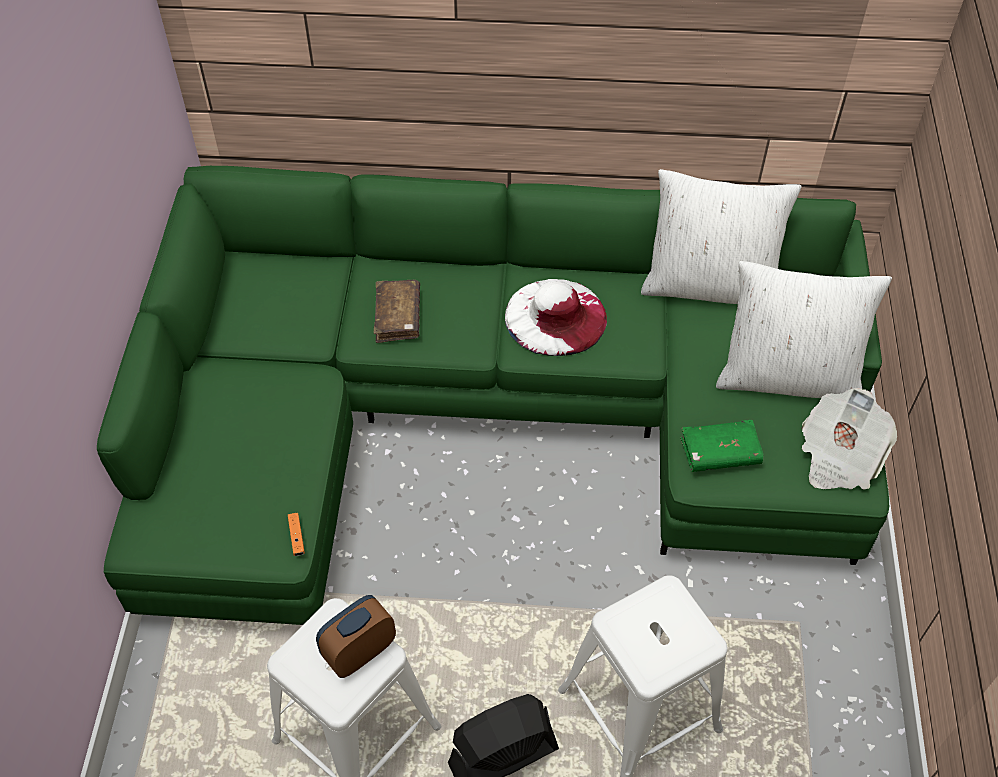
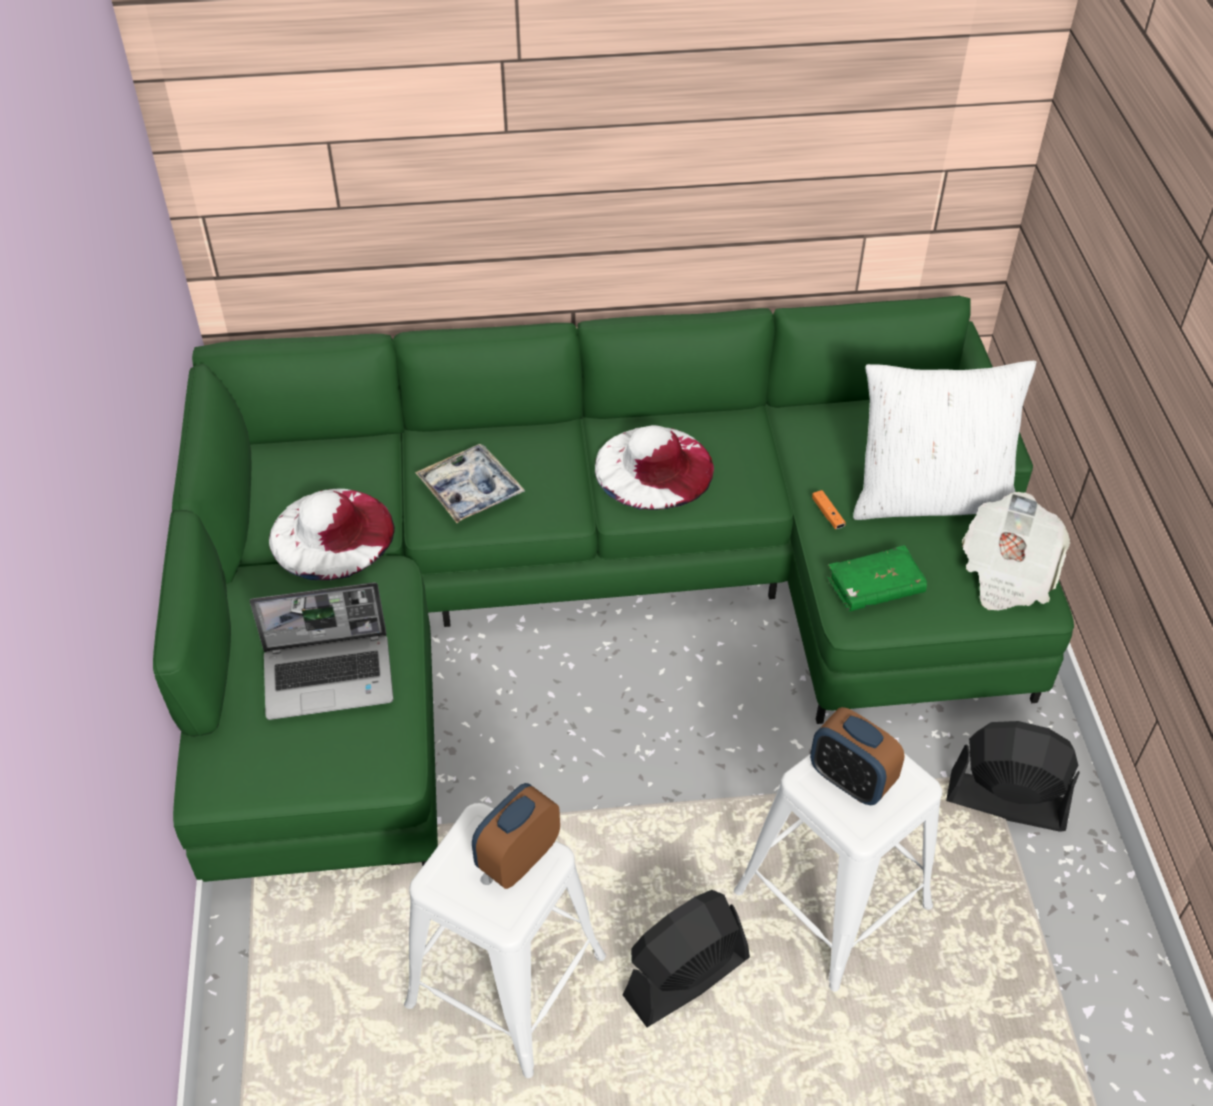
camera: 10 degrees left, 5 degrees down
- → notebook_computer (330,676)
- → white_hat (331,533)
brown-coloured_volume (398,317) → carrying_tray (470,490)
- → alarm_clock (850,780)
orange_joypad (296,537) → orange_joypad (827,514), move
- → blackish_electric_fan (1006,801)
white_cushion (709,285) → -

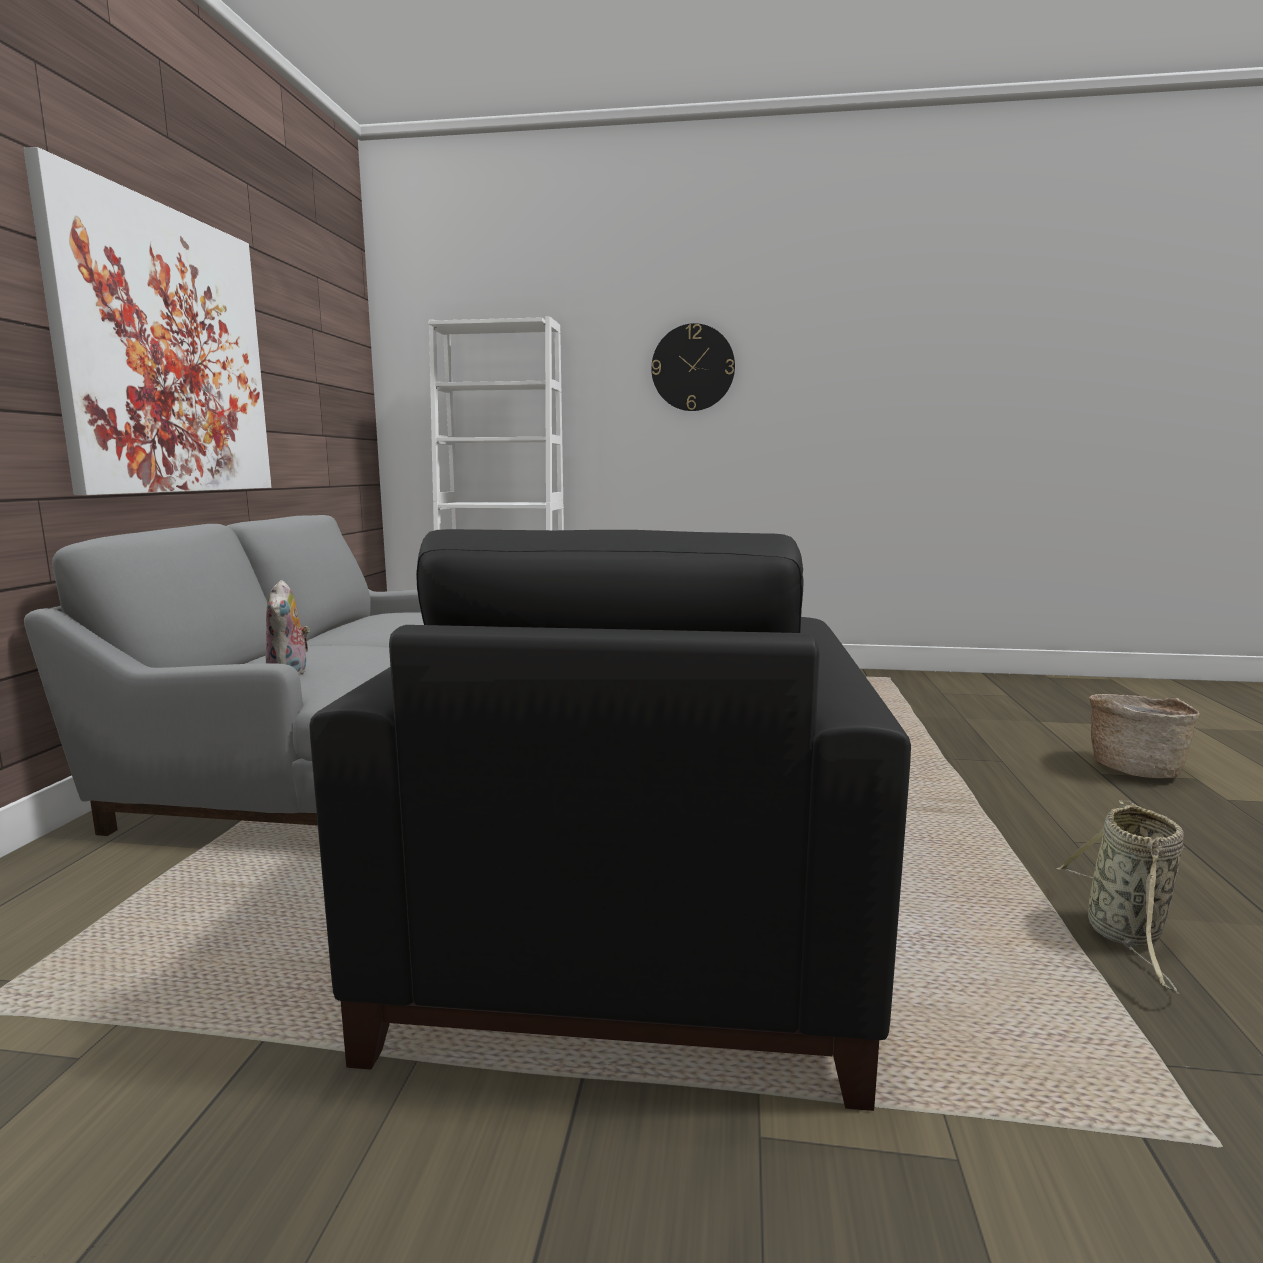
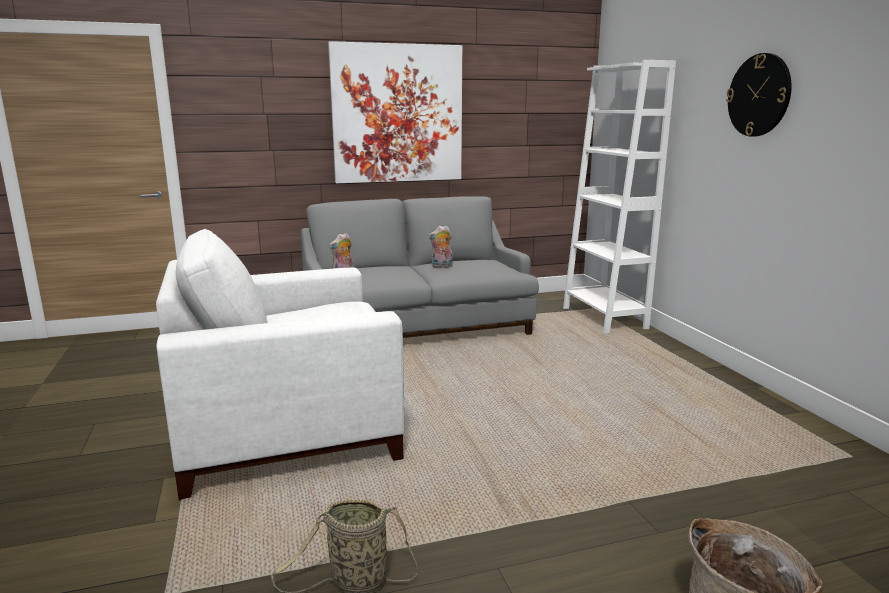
camera: 65 degrees right, 5 degrees up
blackish_armchair (627,928) → white_armchair (290,427)
- → plush_toy (441,266)

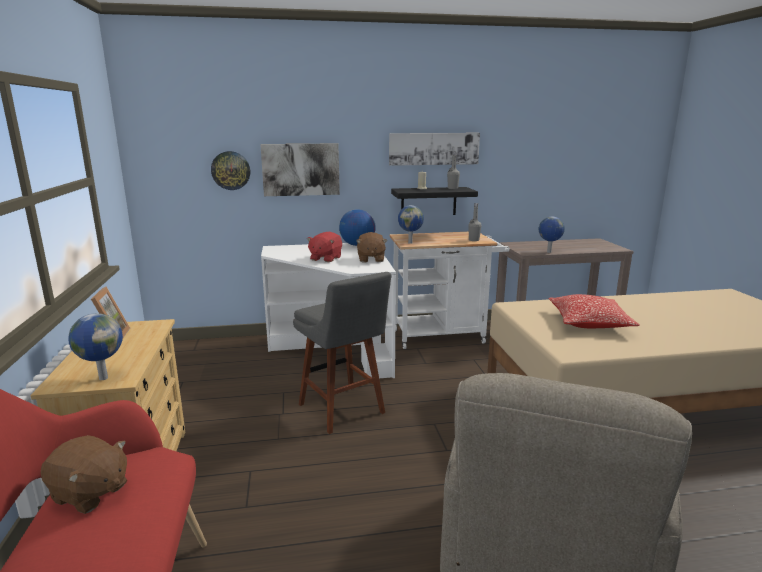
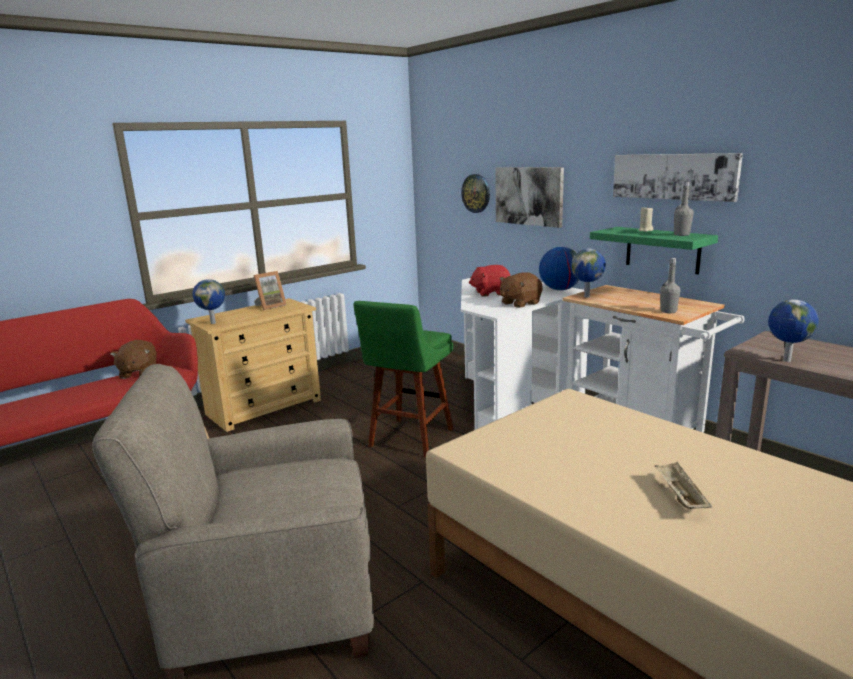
camera: 60 degrees right, 0 degrees up
greyish_stool (343,411) → green-coloured_stool (409,439)
blackish_shelf (428,201) → green-coloured_shelf (662,250)
- → beige-coloured_carrying_tray (679,496)
cushion (589,323) → -

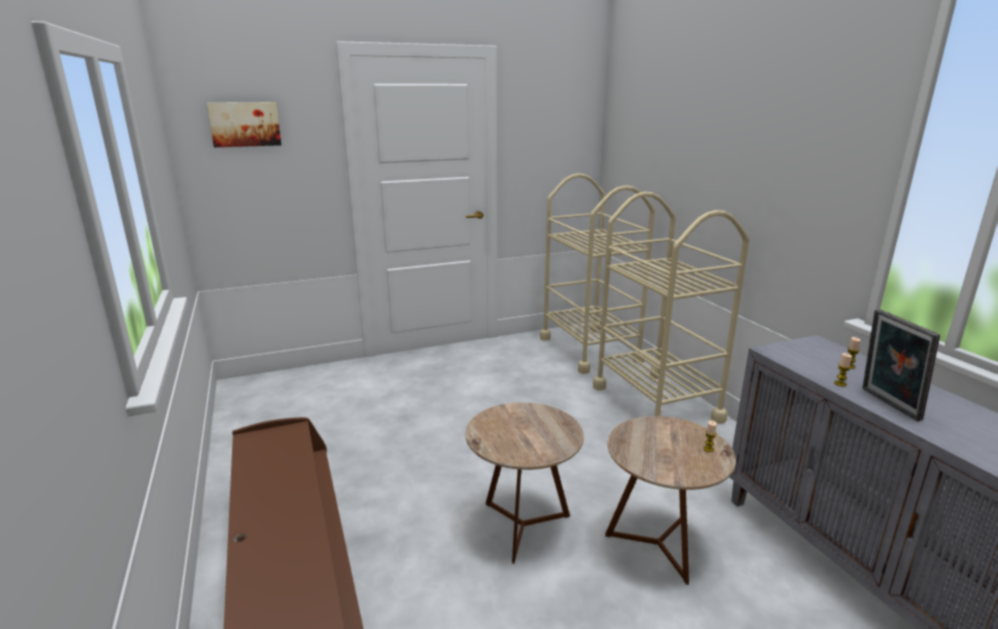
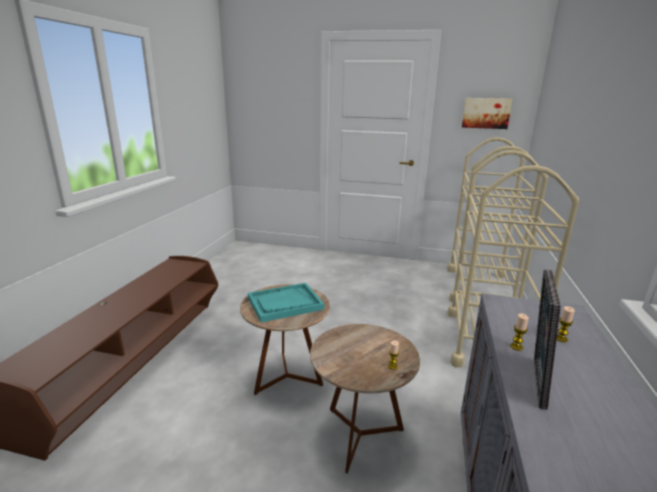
camera: 35 degrees right, 0 degrees up
- → turquoise_carrying_tray (285,304)
picture (245,124) → picture (486,113), move

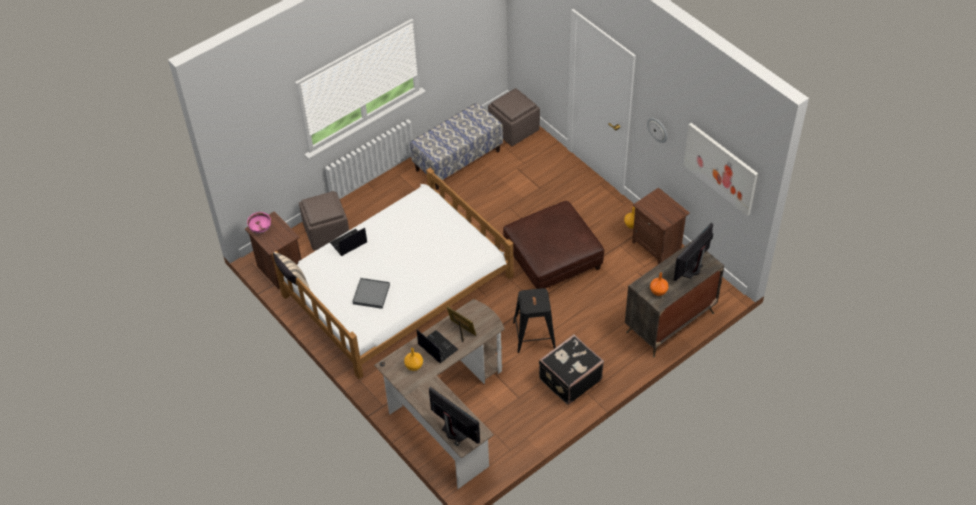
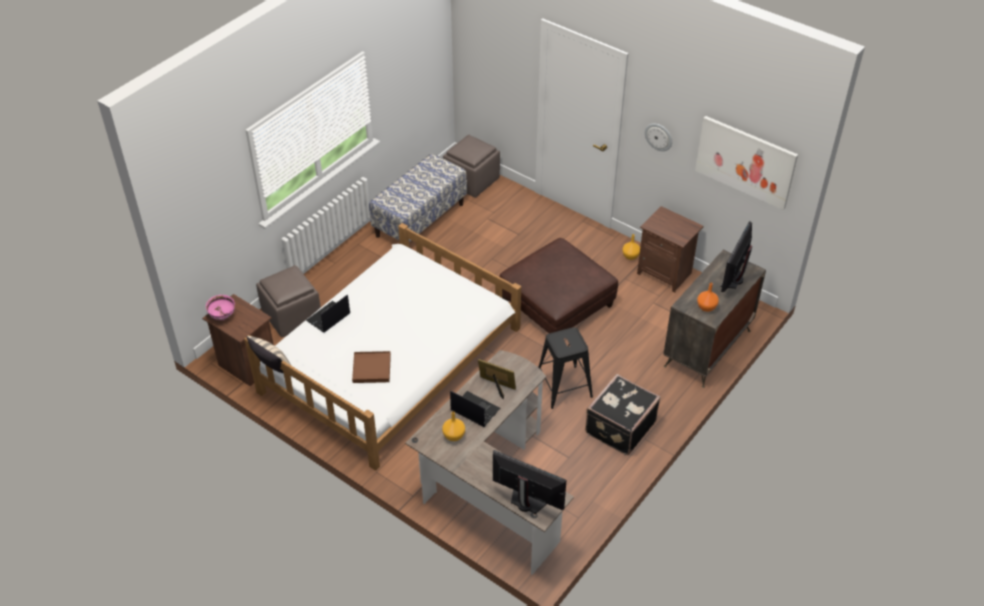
camera: 15 degrees left, 5 degrees down
greyish_carrying_tray (371,294) → brown-coloured_carrying_tray (372,368)

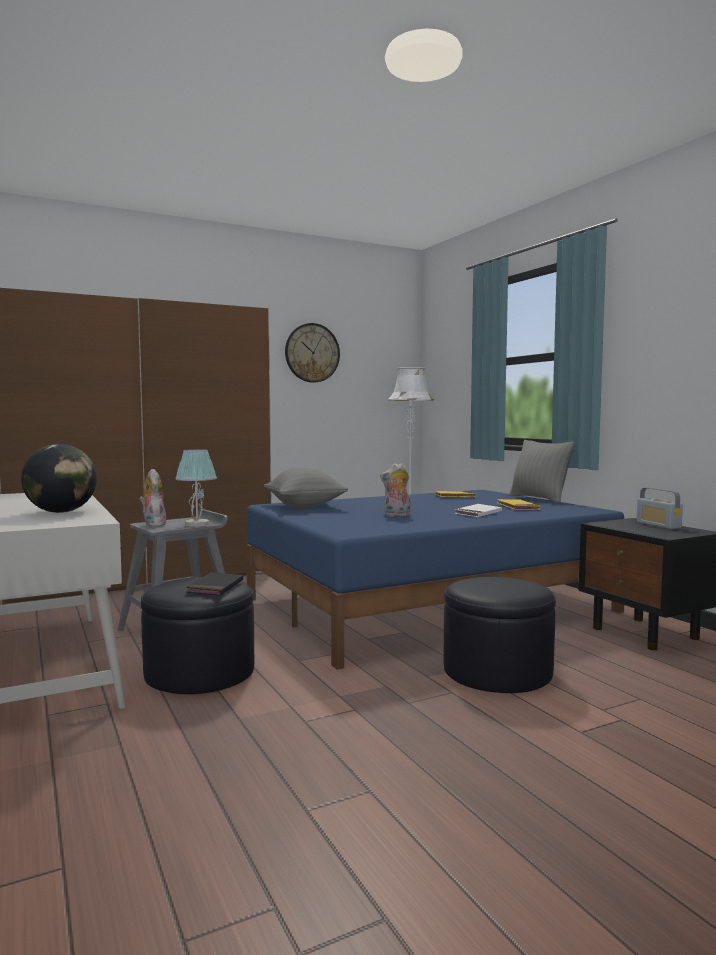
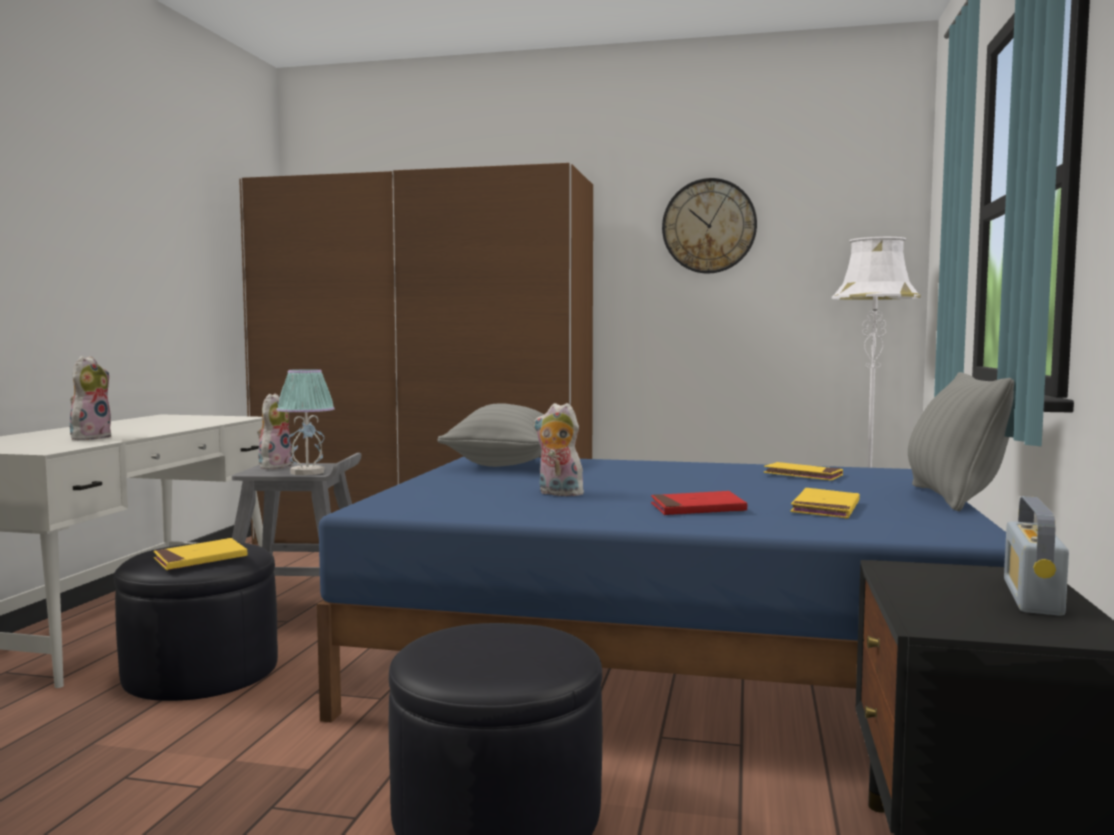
camera: 40 degrees right, 0 degrees up
world_globe (61,512) → plush_toy (90,438)
blackish_volume (215,587) → yellowish_volume (200,559)
white_volume (478,513) → red-coloured_volume (697,508)

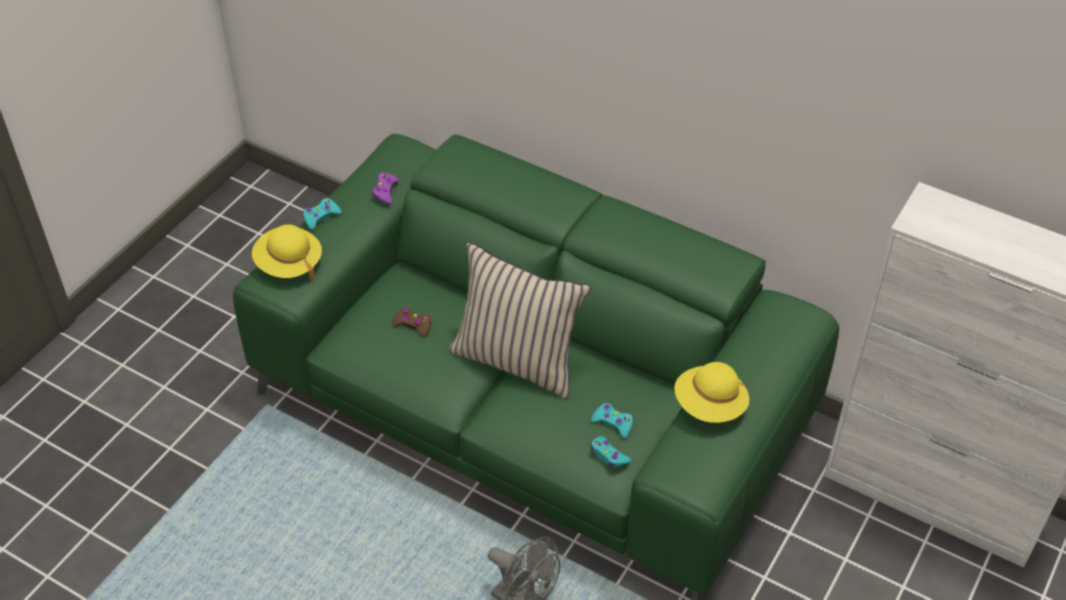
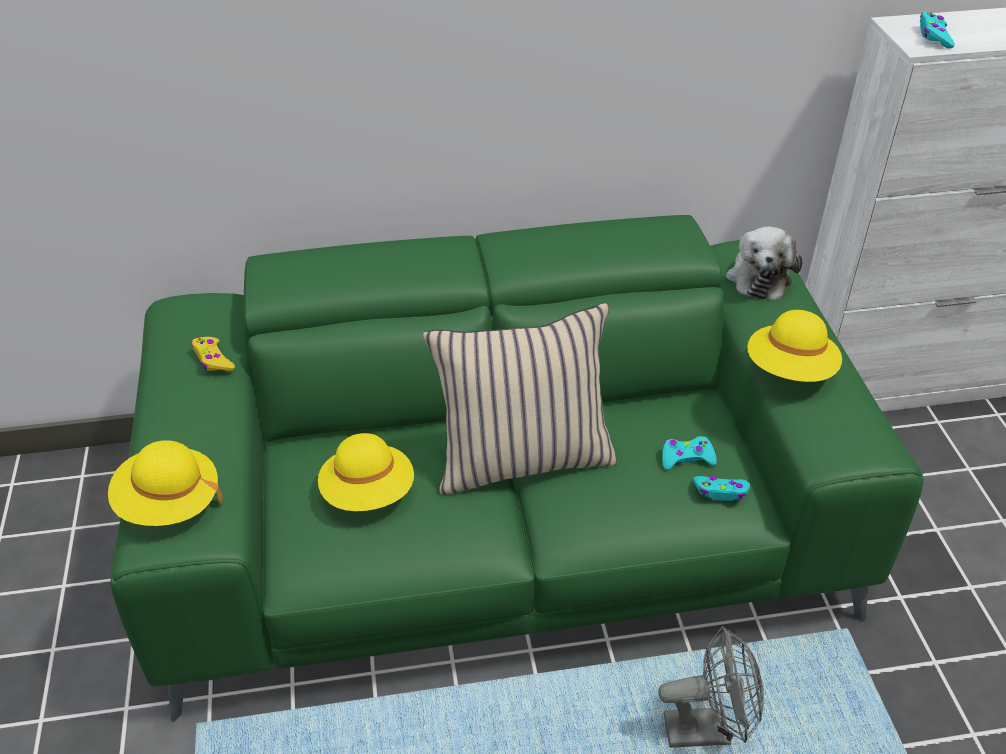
camera: 40 degrees left, 5 degrees down
purplish_joypad (385,191) → yellowish_joypad (213,360)
brown-coloured_joypad (413,325) → yellowish_hat (368,493)
- → plush_toy (759,276)
turquoise_joypad (321,217) → turquoise_joypad (934,36), move

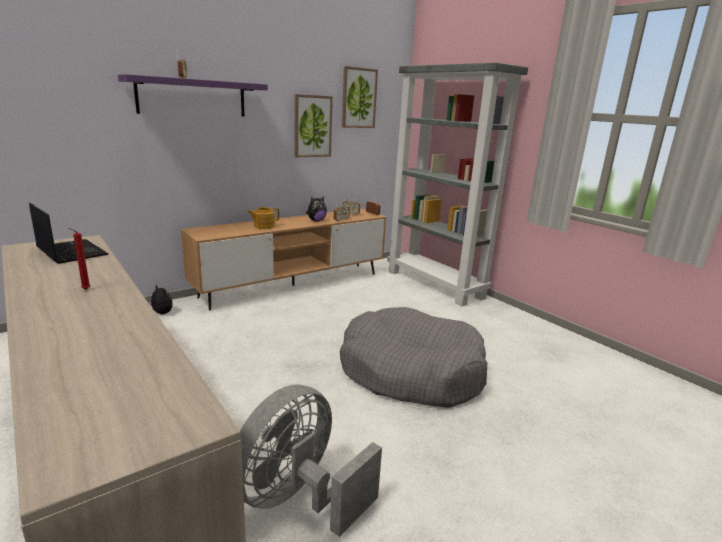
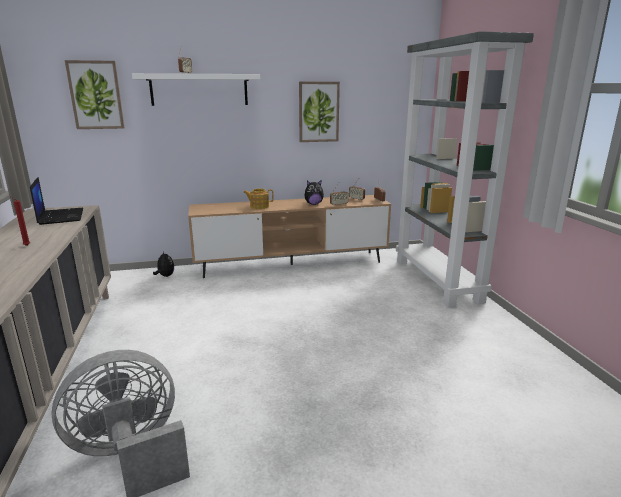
camera: 25 degrees right, 0 degrees up
picture (358,98) → picture (96,95), move
purplish_shelf (192,97) → white_shelf (199,90)
greyish_dog_bed (411,371) → -

